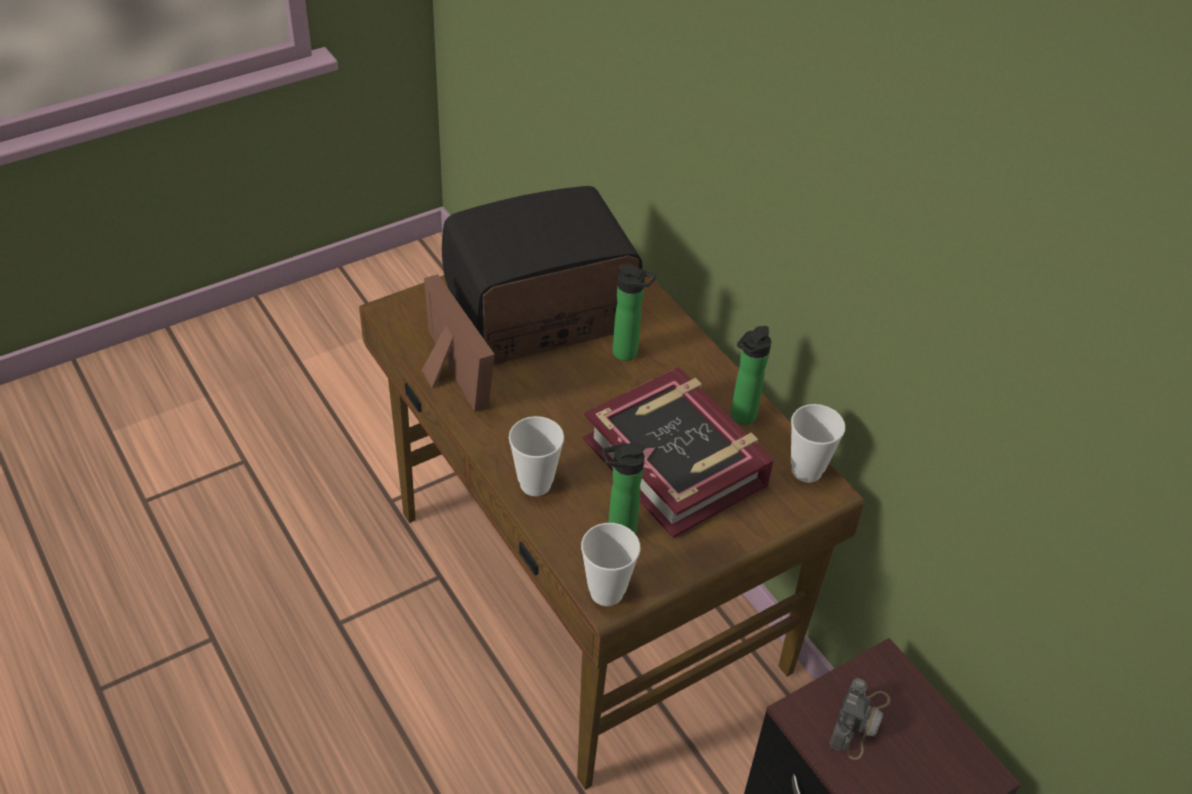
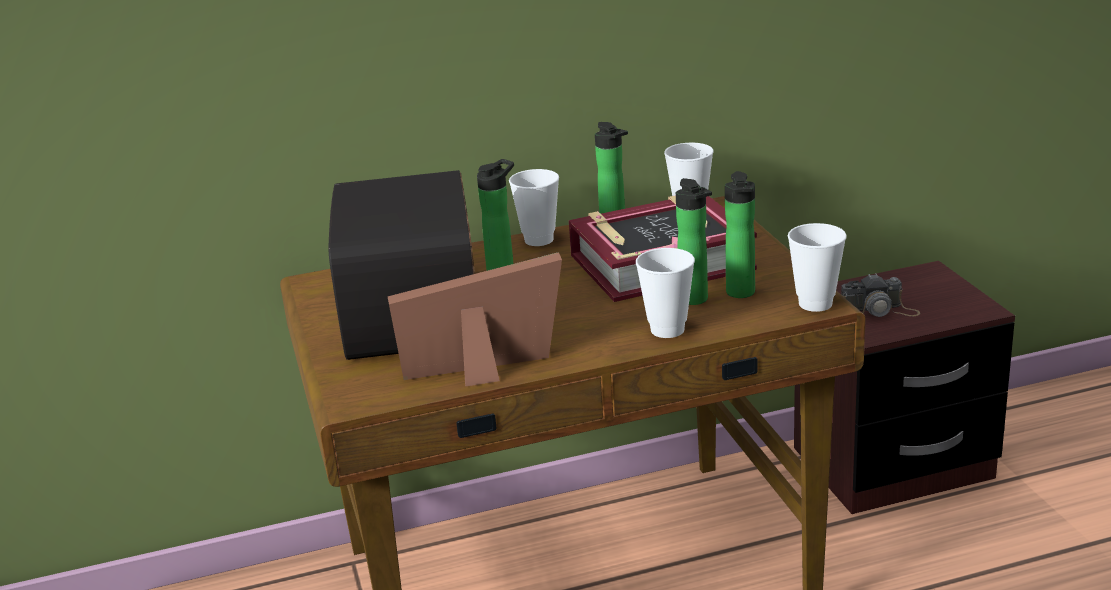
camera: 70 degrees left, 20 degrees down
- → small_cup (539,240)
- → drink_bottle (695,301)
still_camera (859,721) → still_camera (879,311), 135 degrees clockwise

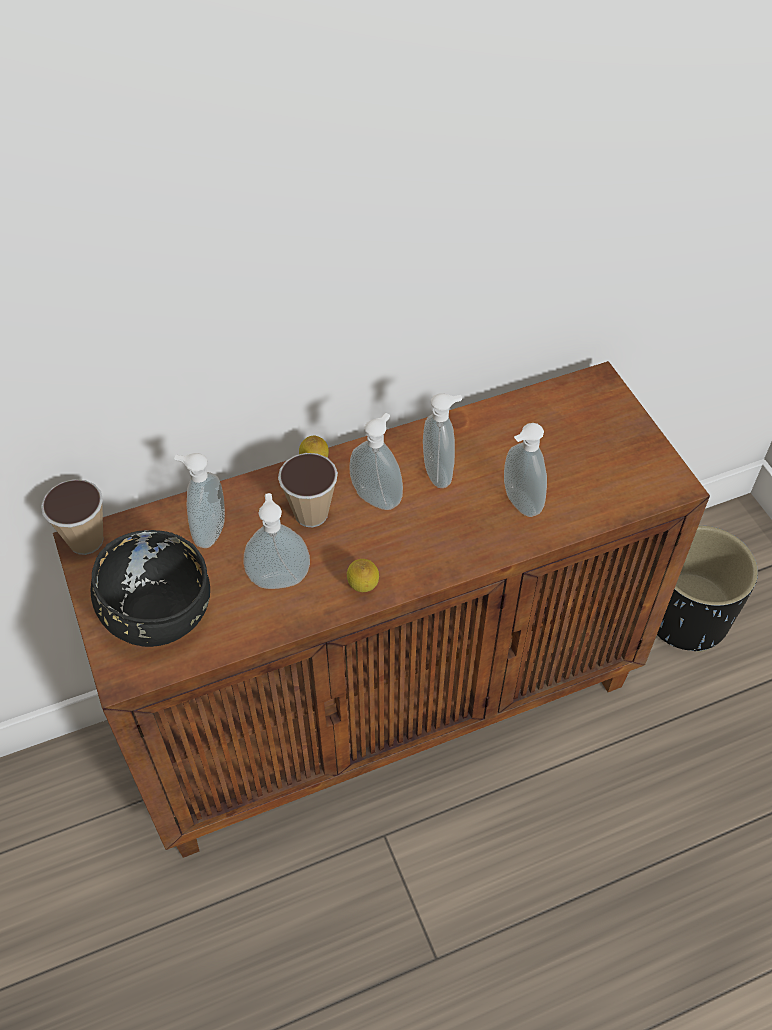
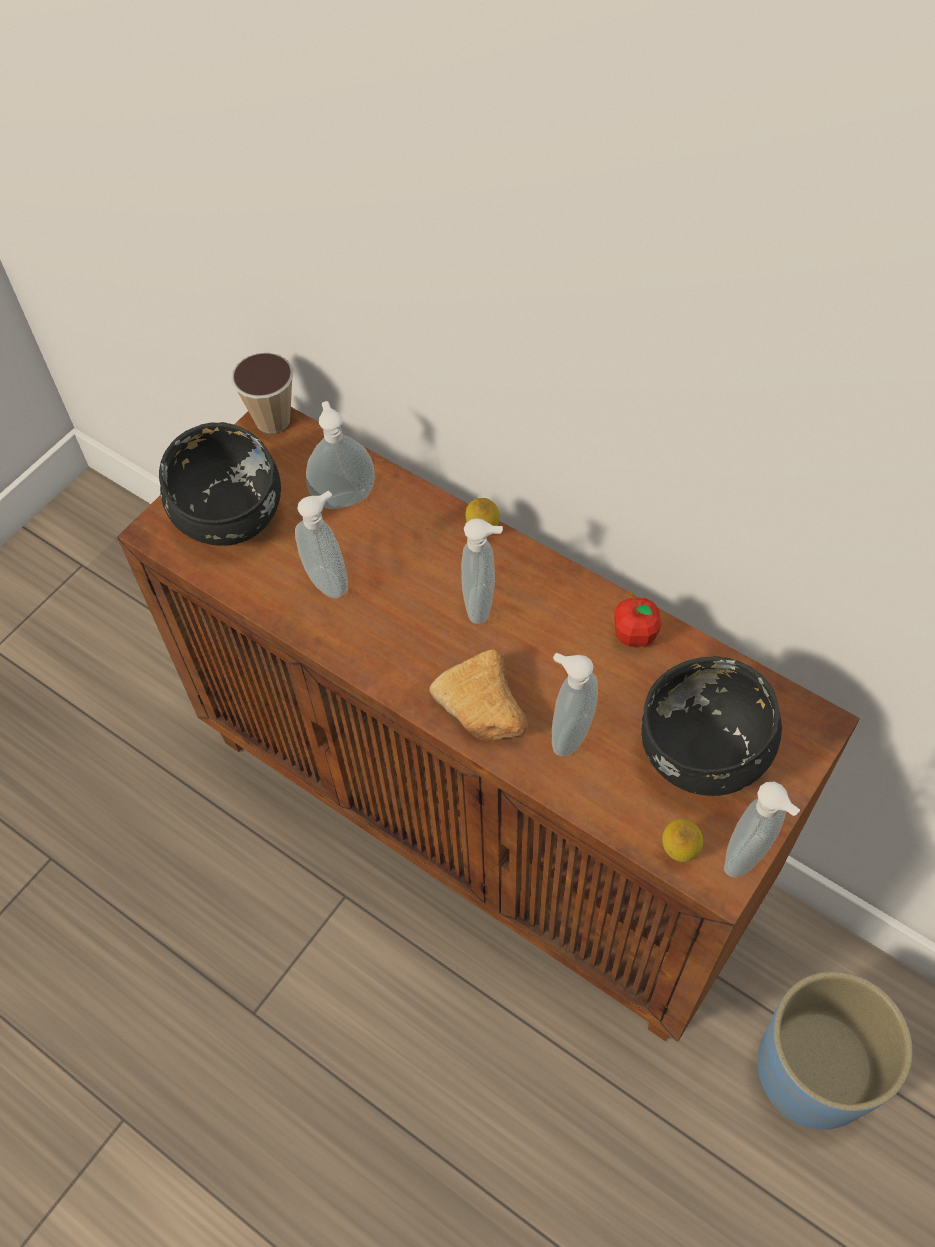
camera: 60 degrees right, 5 degrees up
- → baked_bread (485,711)
- → apple (634,635)
- → blackish_bowl (703,753)
whole_lemon (363,588) → whole_lemon (678,851), move
soap_bottle (440,473) → soap_bottle (749,857), move
blackish_plant_pot (687,617) → bluish_plant_pot (814,1071)
small_cup (311,514) → -

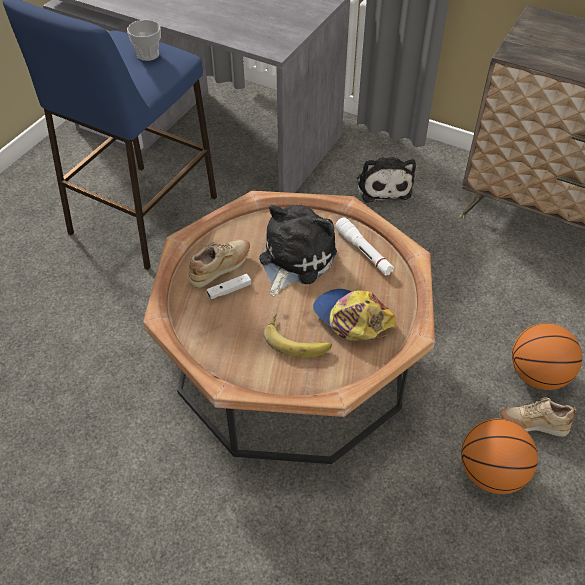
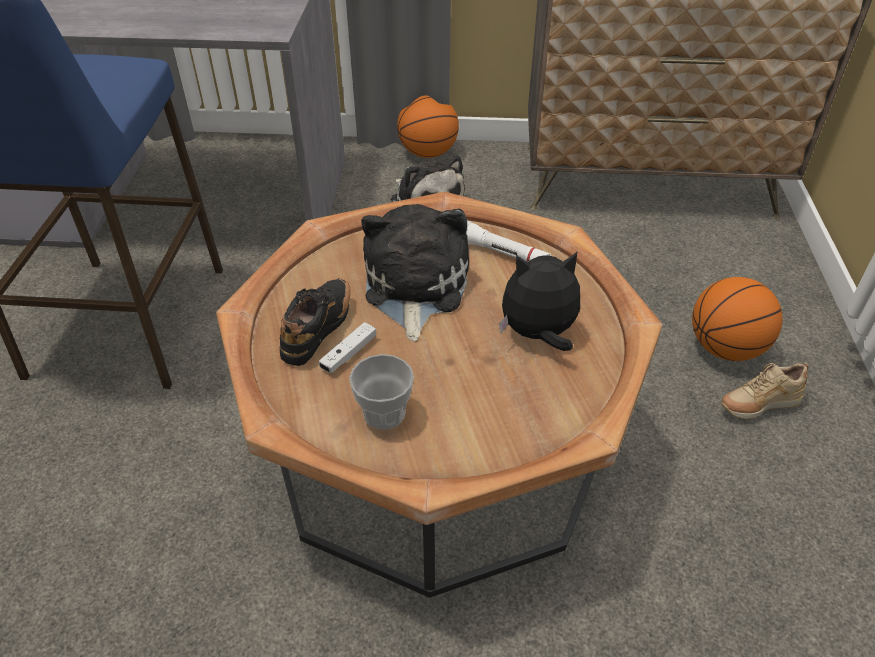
camera: 25 degrees left, 5 degrees down
beige-coloured_shoe (221,269) → blackish_shoe (320,330)
small_cup (148,54) → small_cup (384,413), move
basketball_ball (491,473) → basketball_ball (428,153), move
baseball_cap (352,319) → plush_toy (538,335)
banana (297,339) → -

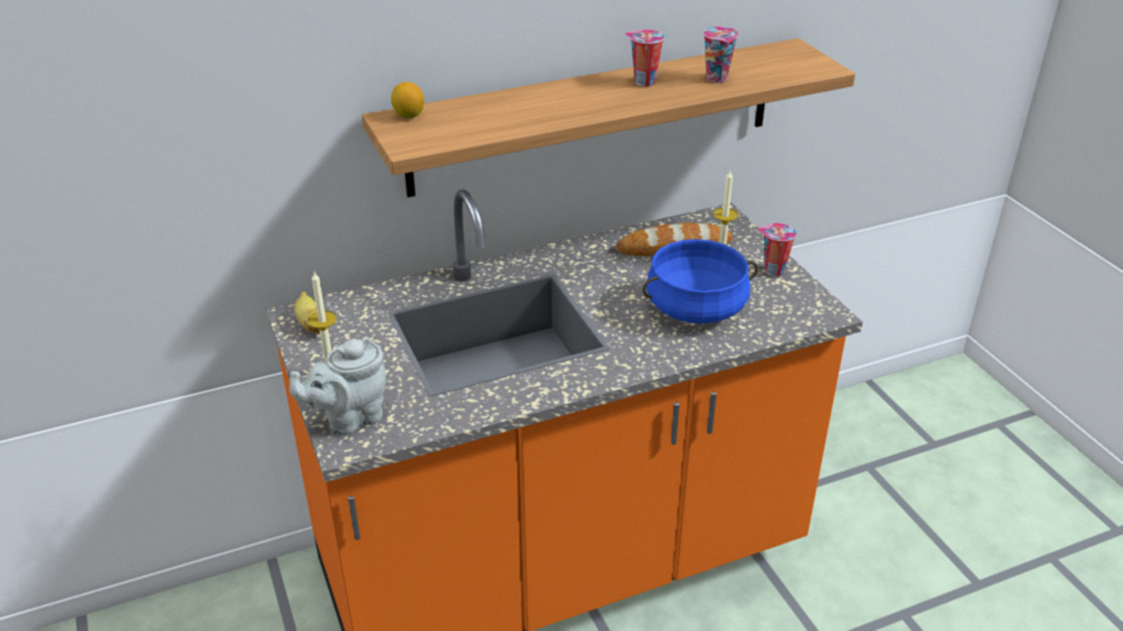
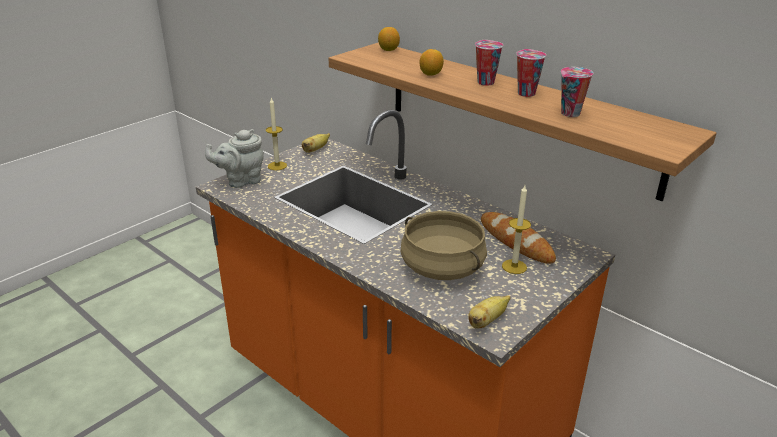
camera: 65 degrees right, 5 degrees down
greyish_pot_for_tea (349,418) → greyish_pot_for_tea (241,181), 60 degrees counterclockwise
bluish_saucepot (696,309) → beige-coloured_saucepot (441,268)
- → whole_lemon (431,74)
- → banana (487,321)
small_cup (772,271) → small_cup (484,82), move

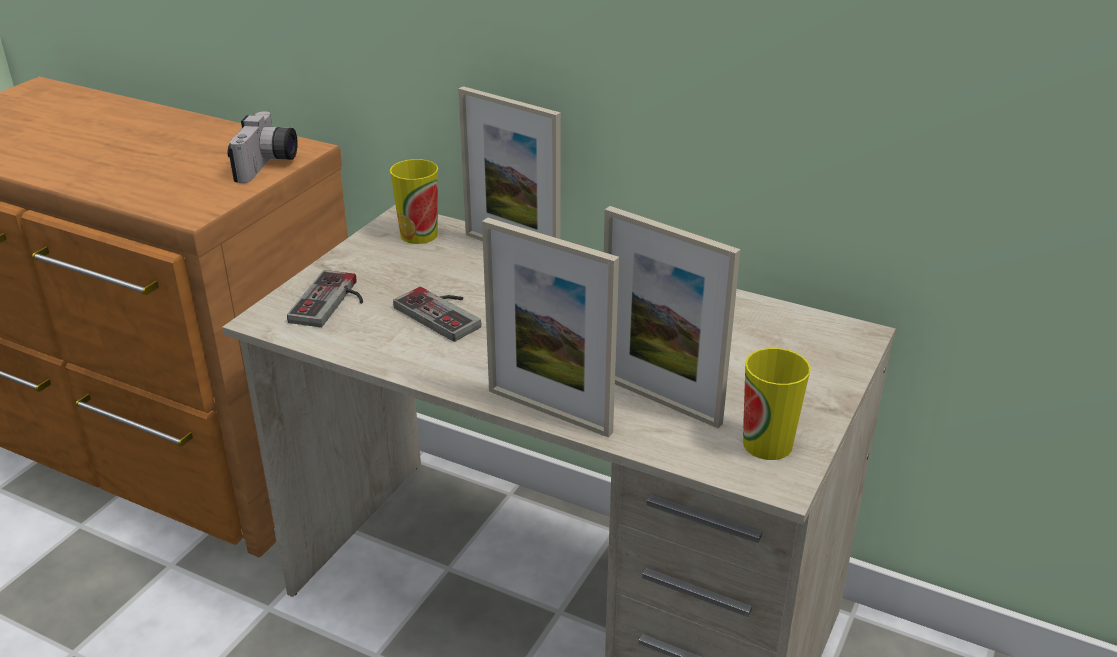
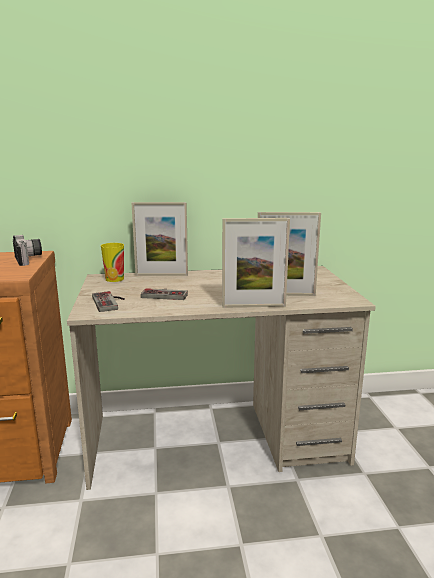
camera: 35 degrees left, 15 degrees down
small_cup (767,444) → -

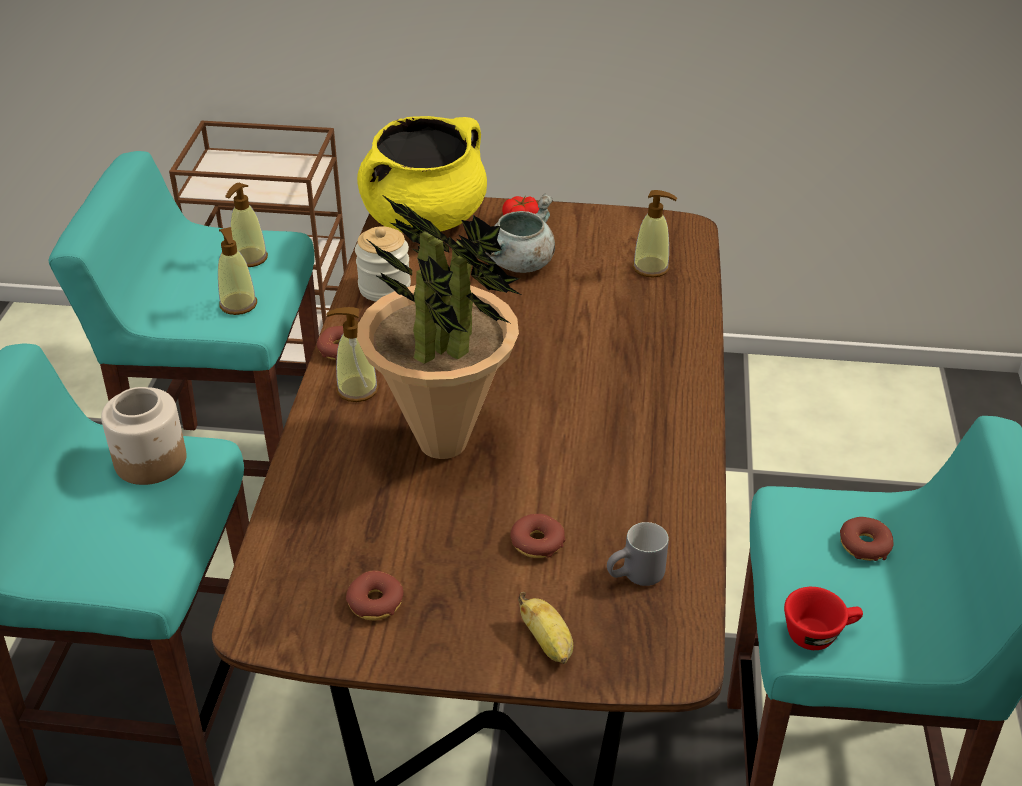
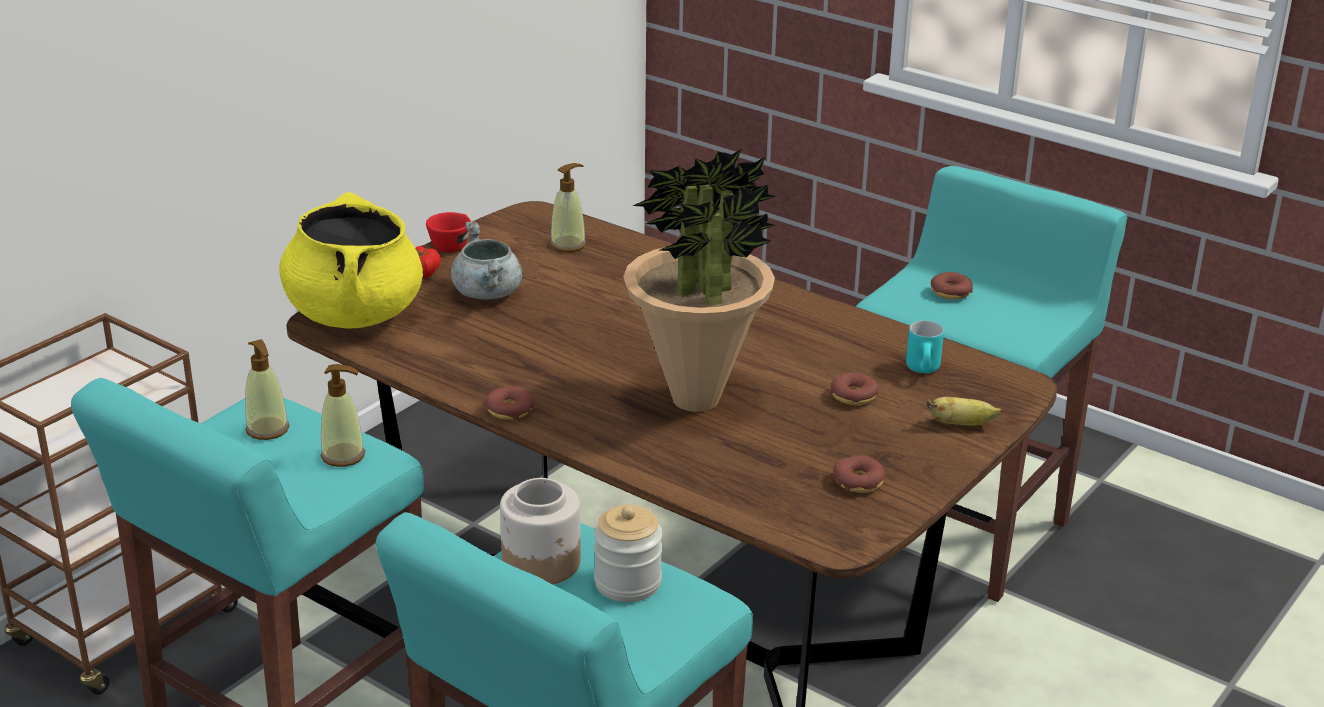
camera: 60 degrees left, 10 degrees down
red-coloured_small_cup (819,633) → red-coloured_small_cup (452,244), move
storage_jar (384,288) → storage_jar (627,583), move
greyish_coffee_mug (636,578) → turquoise_coffee_mug (925,371)
soap_bottle (357,389) → -

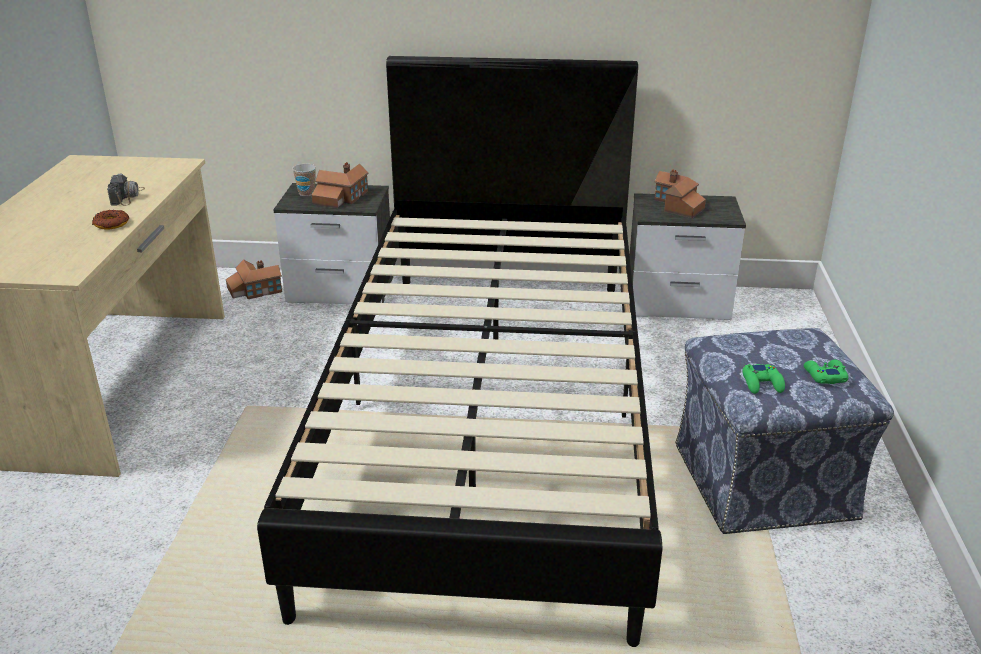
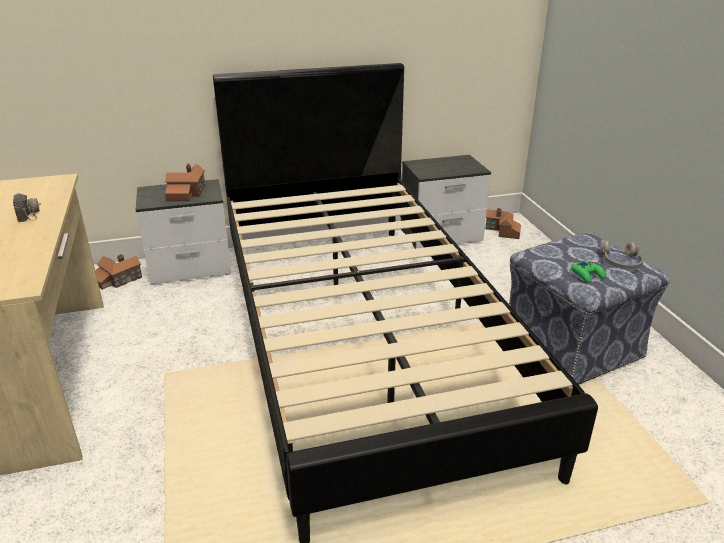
camera: 20 degrees left, 0 degrees up
toy_house (677,206) → toy_house (502,231), move
green-coloured_joypad (824,376) → greyish_pair_of_headphones (620,262)
doughnut (111,224) → -
small_cup (306,193) → -

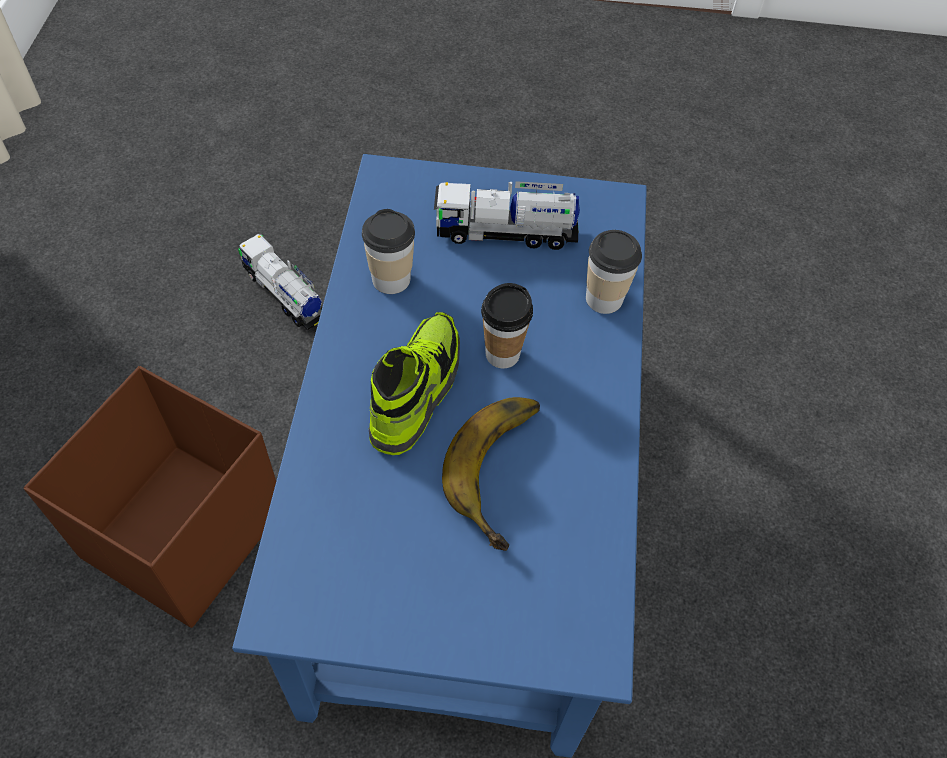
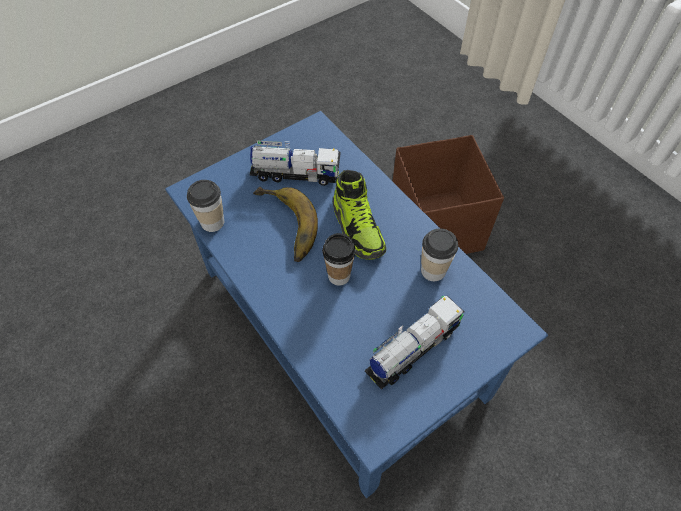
camera: 140 degrees right, 0 degrees up
small_cup (604,298) → small_cup (212,222), move
toy_truck (285,294) → toy_truck (295,174), move

